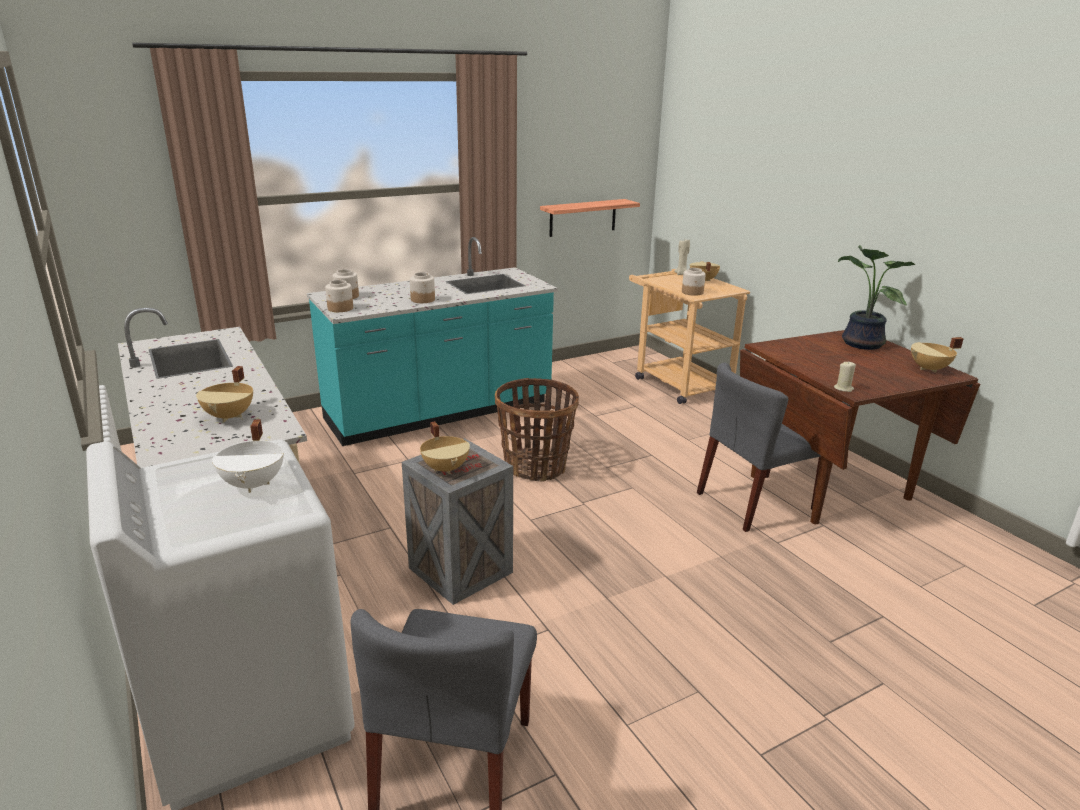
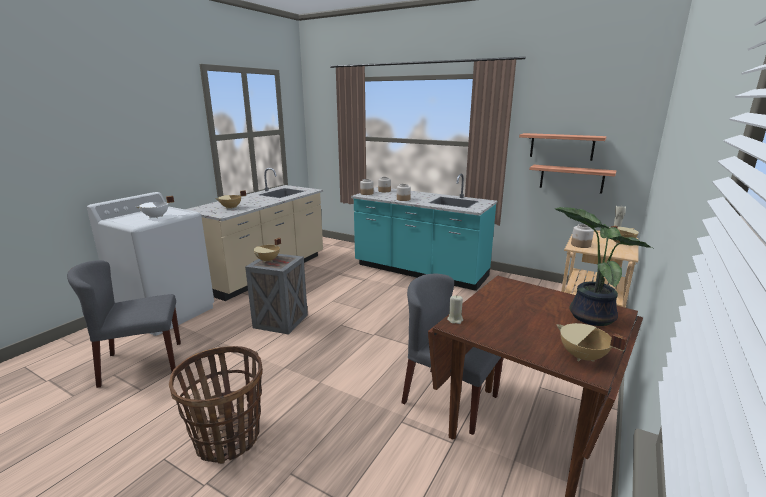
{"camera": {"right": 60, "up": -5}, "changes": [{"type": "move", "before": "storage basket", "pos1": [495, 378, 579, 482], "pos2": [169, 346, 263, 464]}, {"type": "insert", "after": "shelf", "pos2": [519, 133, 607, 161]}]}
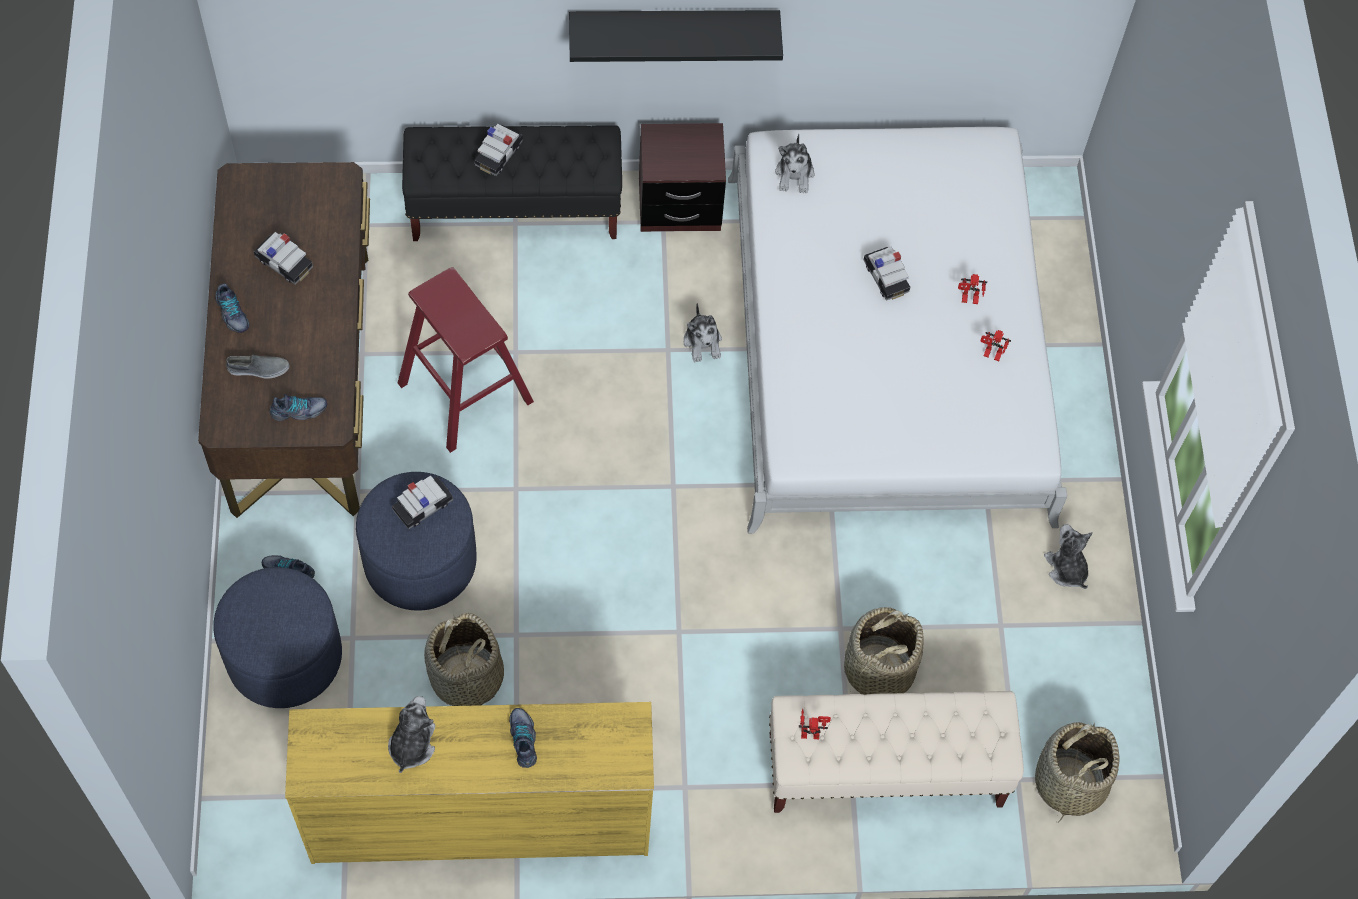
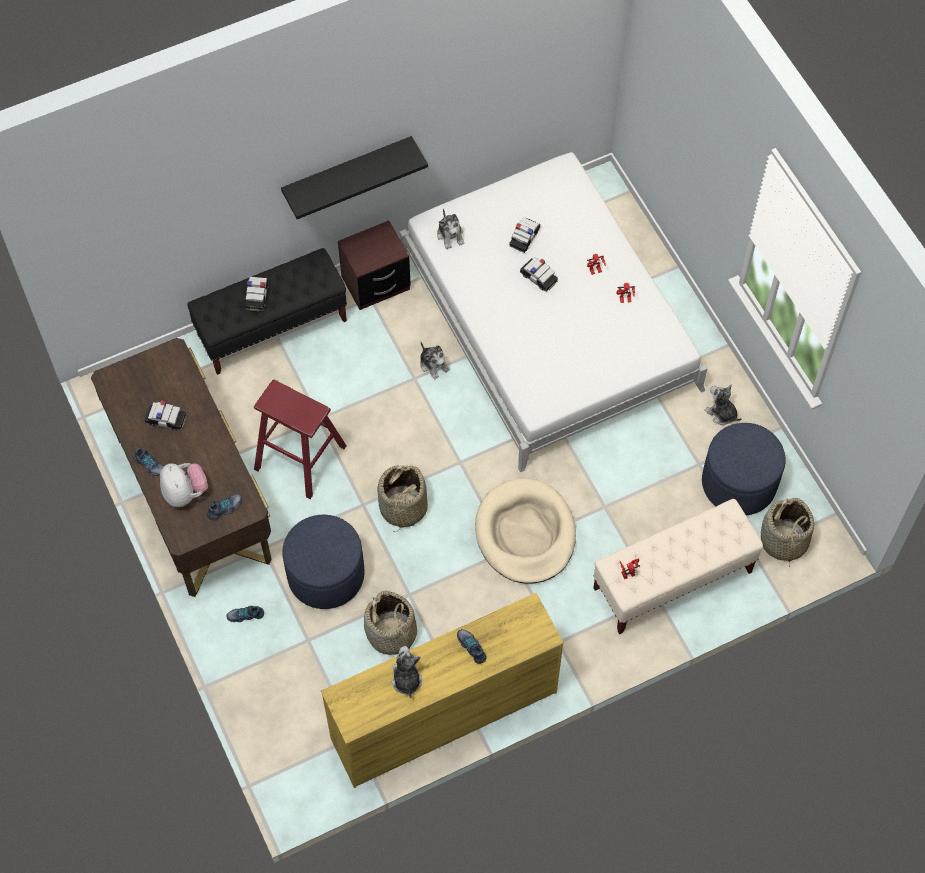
{"camera": {"right": -20, "up": 0}, "changes": [{"type": "replace", "before": "item of footwear/gray", "after": "cuddly toy", "pos1": [226, 354, 289, 379], "pos2": [160, 463, 208, 507]}, {"type": "move", "before": "storage basket", "pos1": [844, 607, 924, 695], "pos2": [377, 465, 428, 531]}, {"type": "insert", "after": "dog cushion/beige-coloured", "pos2": [475, 478, 576, 584]}, {"type": "move", "before": "miniature car", "pos1": [392, 475, 453, 530], "pos2": [509, 217, 540, 253]}, {"type": "move", "before": "footrest/blue-coloured", "pos1": [213, 567, 342, 708], "pos2": [702, 423, 786, 515]}]}
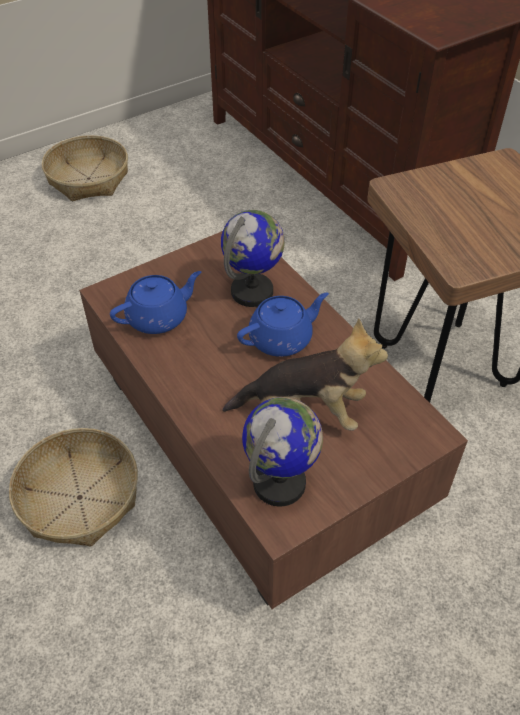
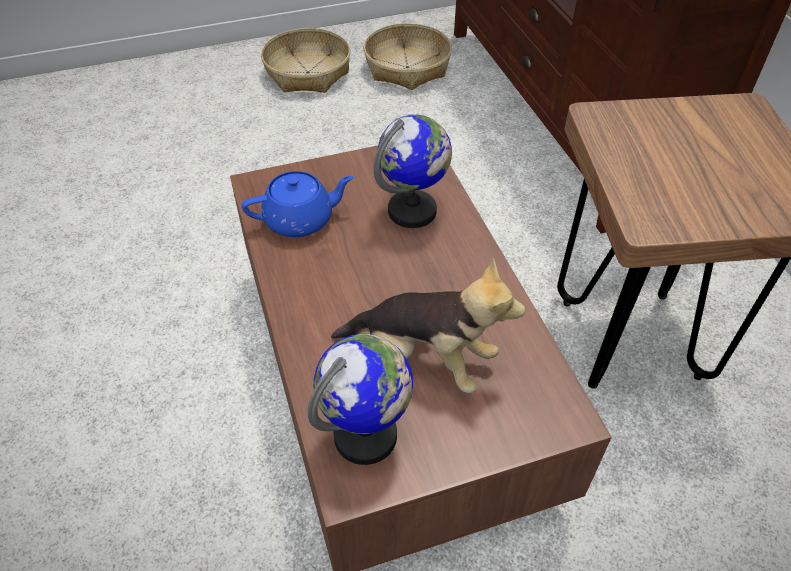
{"camera": {"right": 15, "up": 0}, "changes": [{"type": "move", "before": "storage basket", "pos1": [9, 428, 138, 547], "pos2": [364, 23, 452, 90]}, {"type": "delete", "before": "teapot/blue-coloured", "pos1": [237, 292, 329, 357]}]}
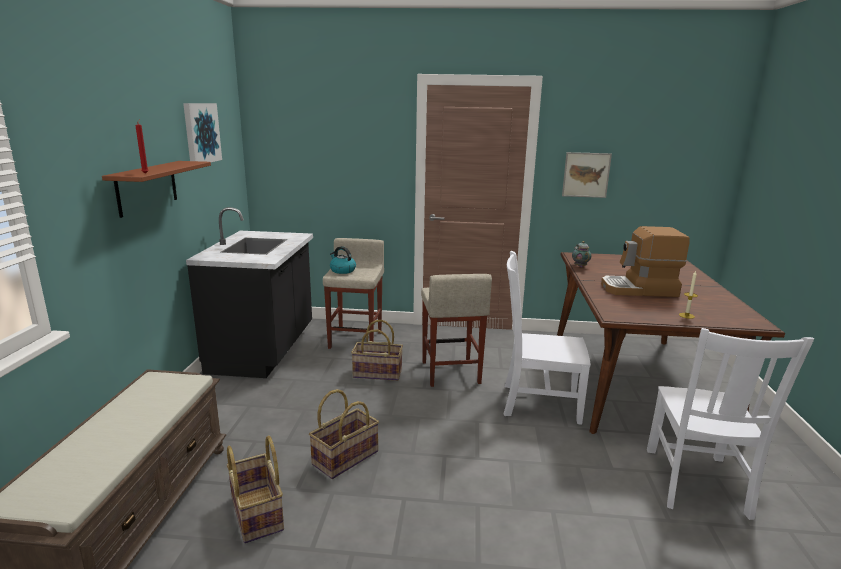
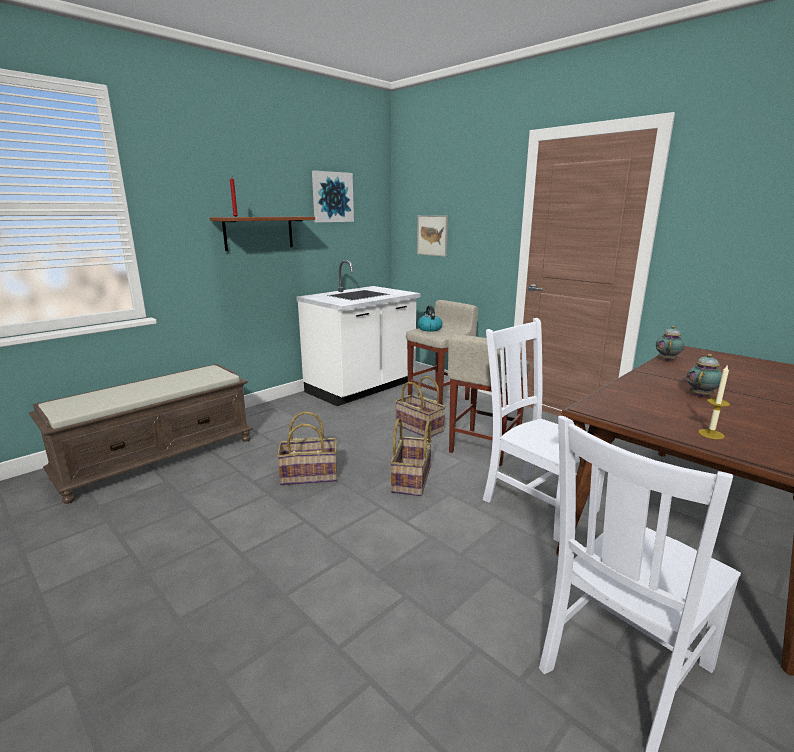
{"camera": {"right": 40, "up": 0}, "changes": [{"type": "recolor", "before": "kitchen base unit/blackish", "after": "kitchen base unit/white", "pos1": [186, 207, 313, 378], "pos2": [296, 260, 420, 406]}, {"type": "move", "before": "storage basket", "pos1": [227, 436, 284, 543], "pos2": [390, 418, 432, 496]}, {"type": "move", "before": "wall art", "pos1": [562, 152, 612, 198], "pos2": [417, 215, 448, 257]}, {"type": "replace", "before": "coffee maker", "after": "teapot", "pos1": [601, 226, 690, 297], "pos2": [687, 354, 722, 397]}]}
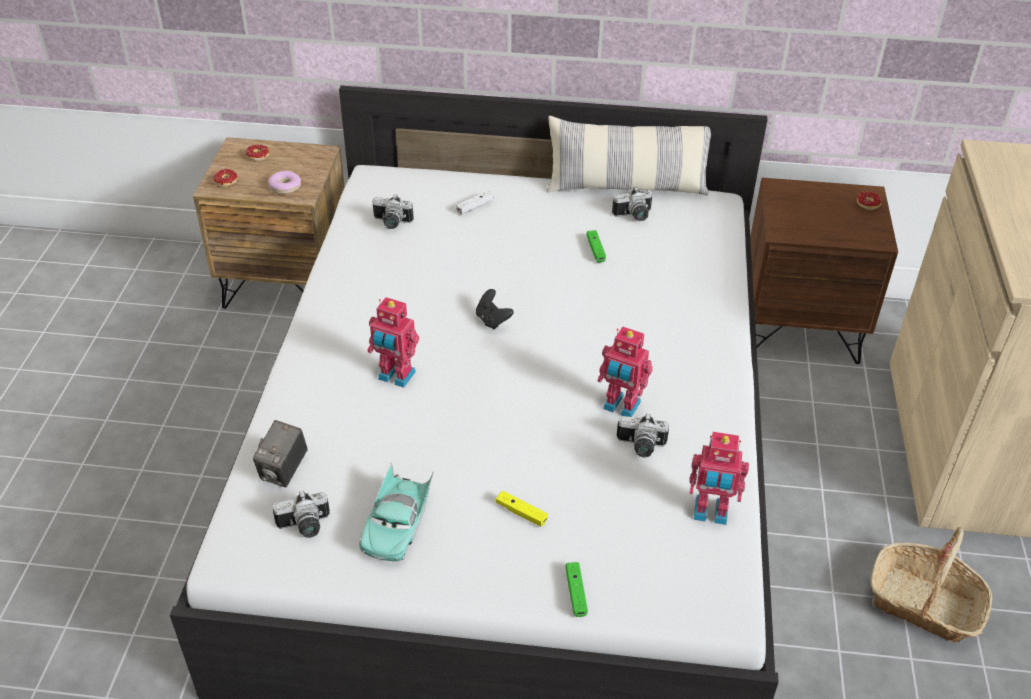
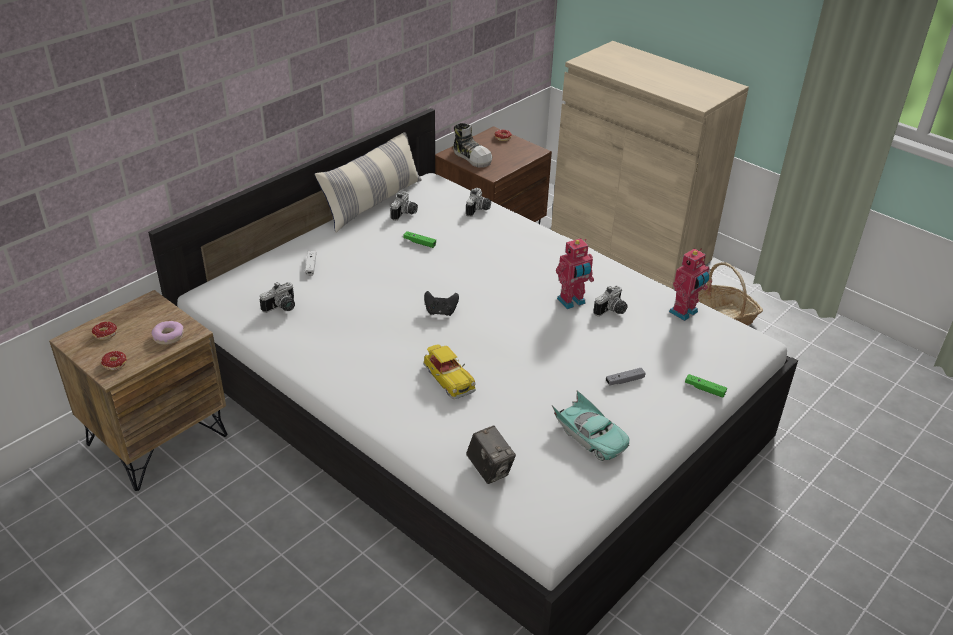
{"camera": {"right": -55, "up": -5}, "changes": [{"type": "replace", "before": "toy robot", "after": "miniature car", "pos1": [368, 297, 419, 388], "pos2": [423, 344, 476, 399]}, {"type": "insert", "after": "item of footwear", "pos2": [453, 123, 492, 168]}, {"type": "move", "before": "photo camera", "pos1": [273, 491, 330, 538], "pos2": [466, 188, 491, 217]}, {"type": "recolor", "before": "joypad/yellowish", "after": "joypad/gray", "pos1": [496, 491, 548, 527], "pos2": [606, 368, 645, 386]}]}
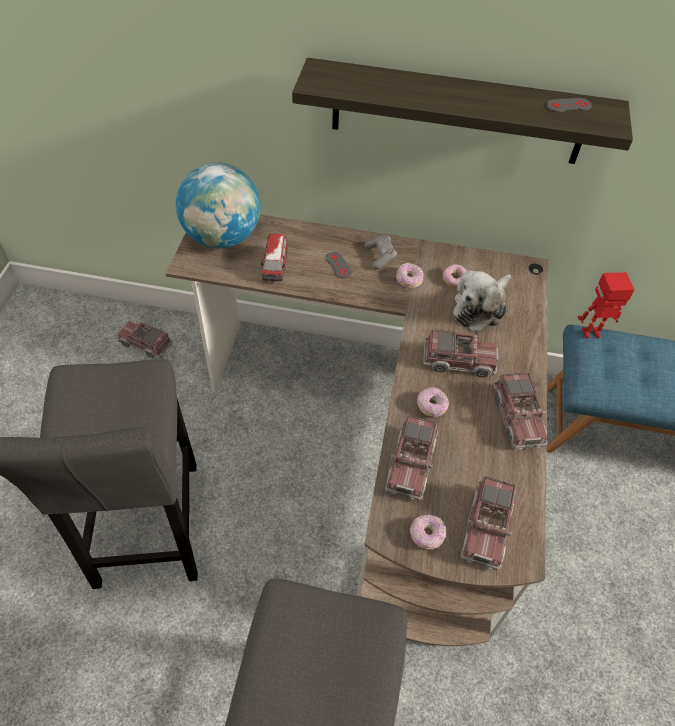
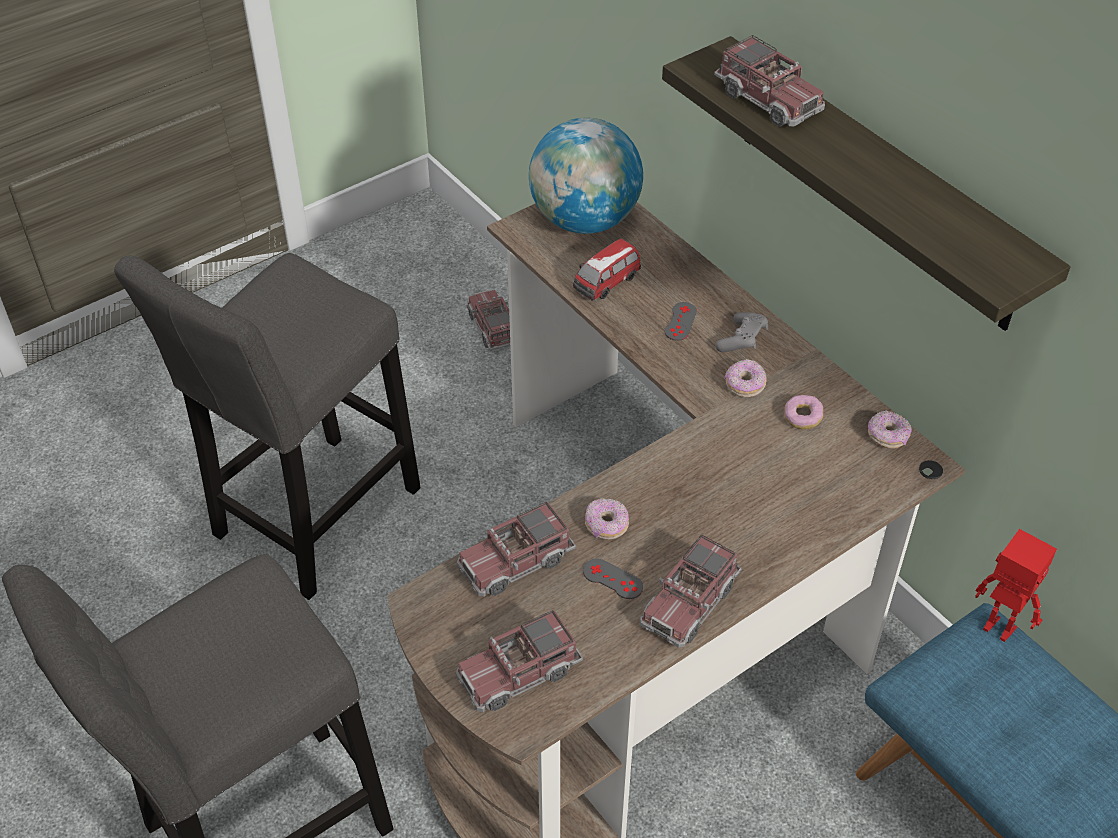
{"camera": {"right": 45, "up": -5}, "changes": [{"type": "move", "before": "joypad/gray", "pos1": [546, 98, 592, 113], "pos2": [583, 559, 643, 599]}, {"type": "move", "before": "model truck", "pos1": [423, 329, 498, 378], "pos2": [714, 35, 825, 127]}, {"type": "move", "before": "ring doughnut", "pos1": [410, 514, 446, 549], "pos2": [868, 410, 912, 449]}, {"type": "delete", "before": "cuddly toy", "pos1": [453, 270, 512, 333]}]}
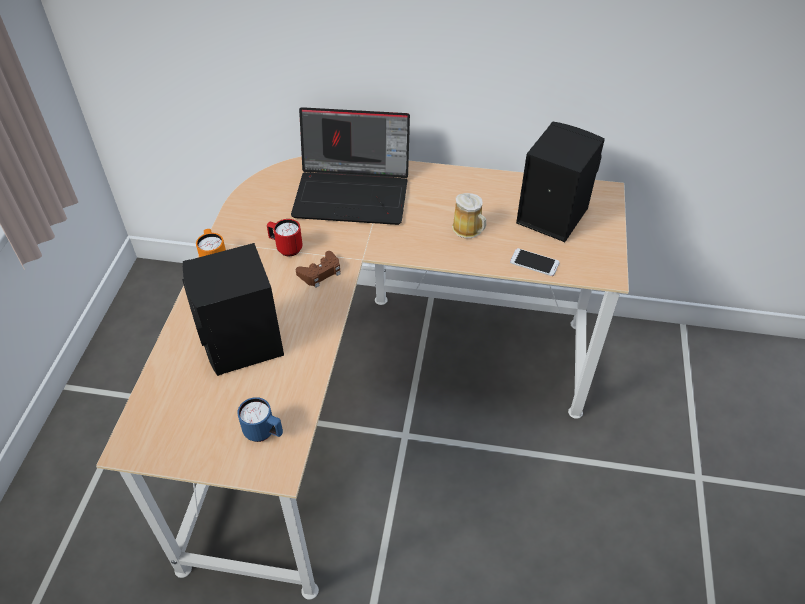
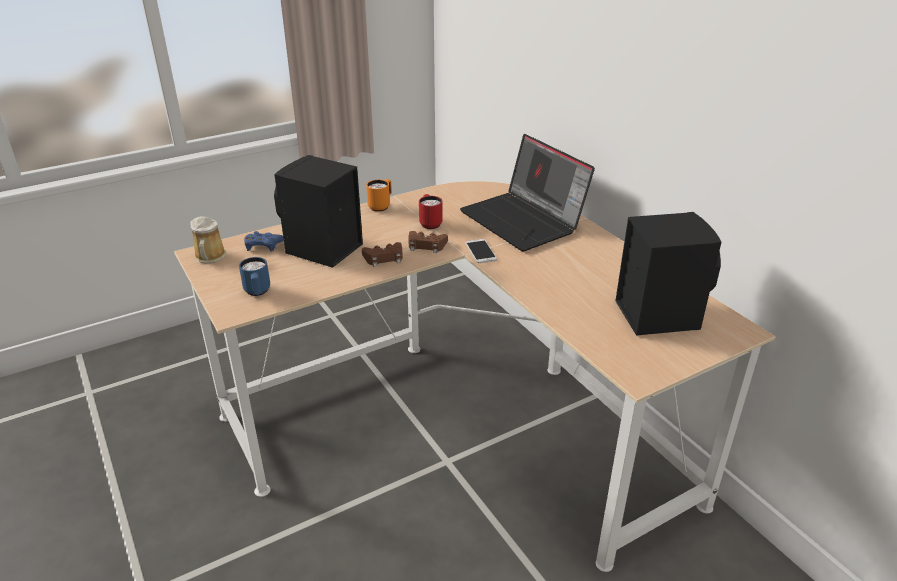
{"camera": {"right": 50, "up": -15}, "changes": [{"type": "move", "before": "tea mug", "pos1": [452, 193, 486, 239], "pos2": [190, 217, 226, 264]}, {"type": "insert", "after": "joypad/blue-coloured", "pos2": [244, 231, 284, 252]}, {"type": "insert", "after": "joypad/brown", "pos2": [362, 242, 403, 267]}, {"type": "move", "before": "telephone", "pos1": [510, 248, 560, 276], "pos2": [465, 239, 497, 263]}]}
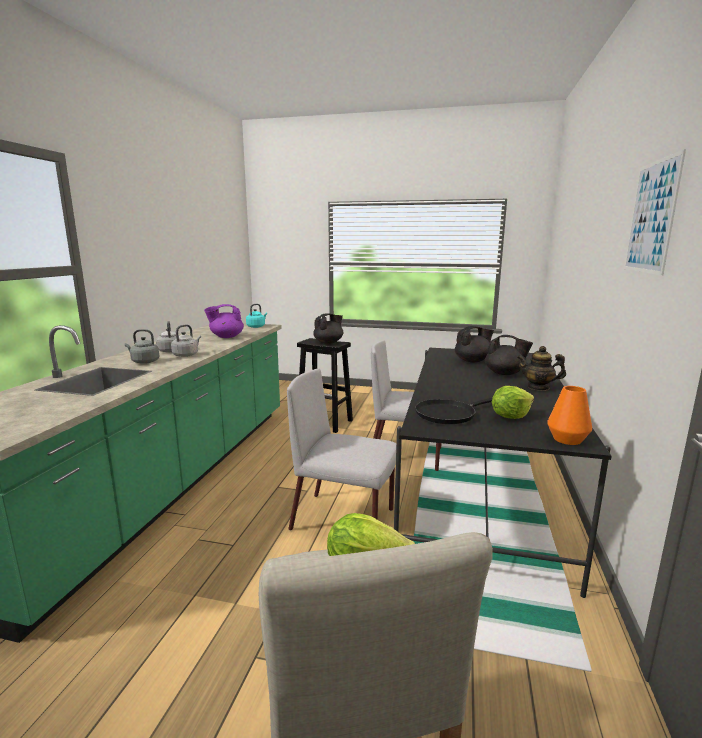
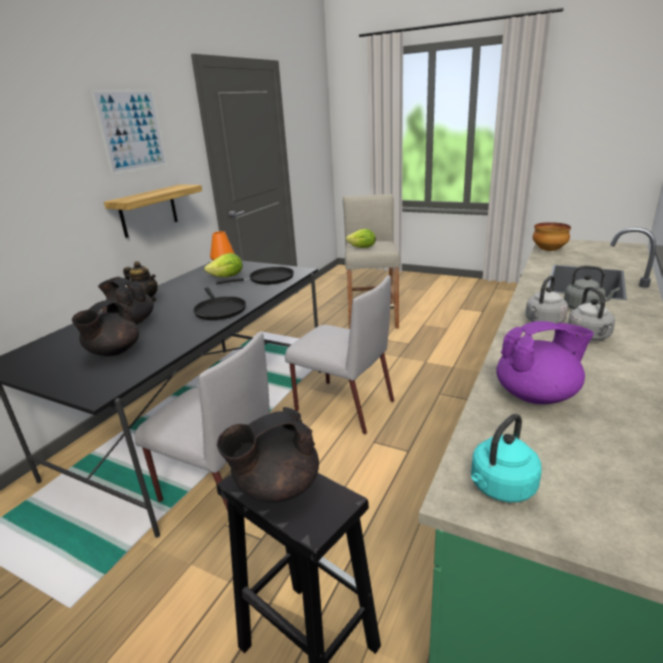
{"camera": {"right": -165, "up": 10}, "changes": [{"type": "rotate", "before": "teapot/blackish", "pos1": [455, 326, 494, 362], "pos2": [72, 300, 139, 356], "turn": -60}, {"type": "insert", "after": "shelf", "pos2": [104, 184, 202, 238]}, {"type": "insert", "after": "pan/blackish", "pos2": [193, 287, 246, 320]}, {"type": "insert", "after": "deep dish", "pos2": [533, 222, 571, 251]}]}
